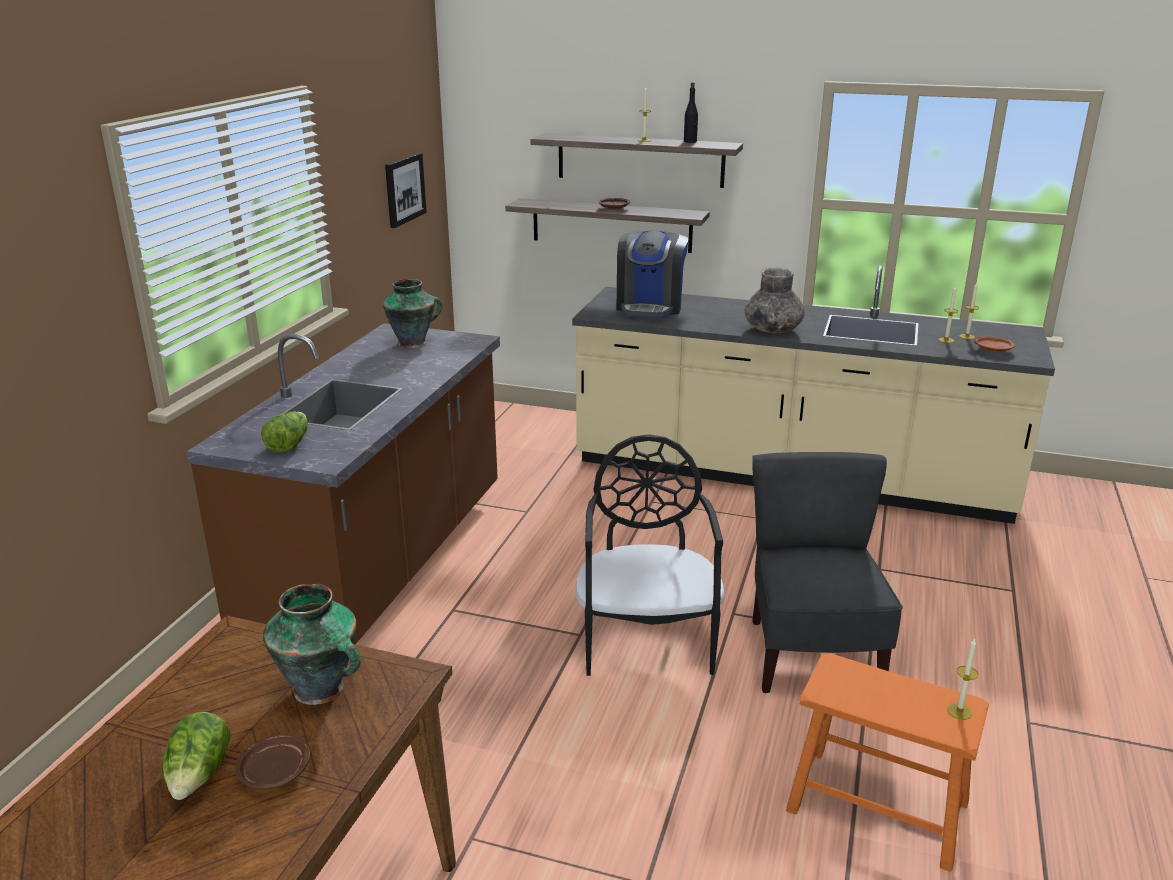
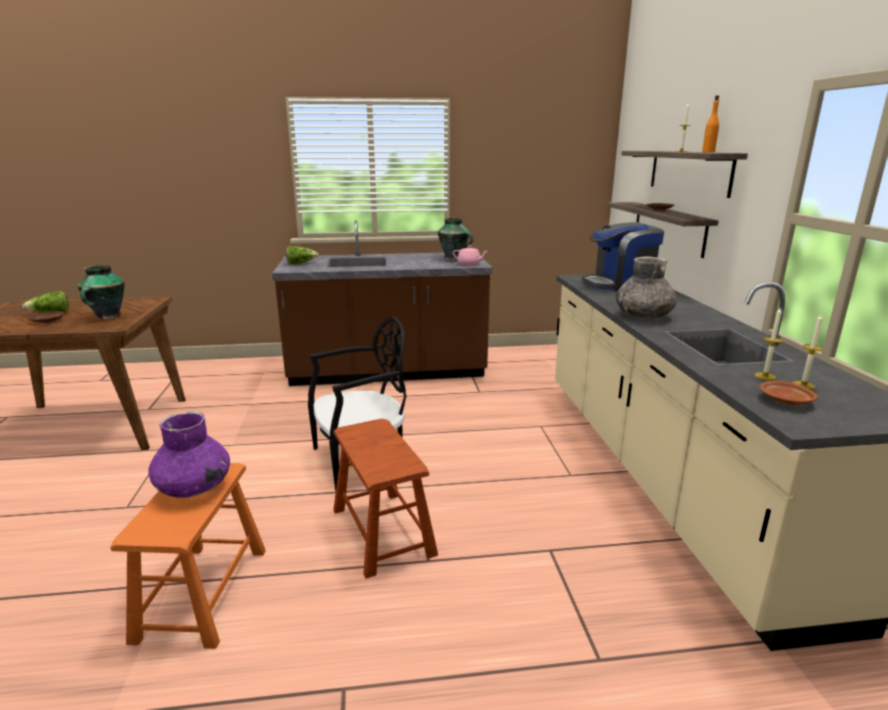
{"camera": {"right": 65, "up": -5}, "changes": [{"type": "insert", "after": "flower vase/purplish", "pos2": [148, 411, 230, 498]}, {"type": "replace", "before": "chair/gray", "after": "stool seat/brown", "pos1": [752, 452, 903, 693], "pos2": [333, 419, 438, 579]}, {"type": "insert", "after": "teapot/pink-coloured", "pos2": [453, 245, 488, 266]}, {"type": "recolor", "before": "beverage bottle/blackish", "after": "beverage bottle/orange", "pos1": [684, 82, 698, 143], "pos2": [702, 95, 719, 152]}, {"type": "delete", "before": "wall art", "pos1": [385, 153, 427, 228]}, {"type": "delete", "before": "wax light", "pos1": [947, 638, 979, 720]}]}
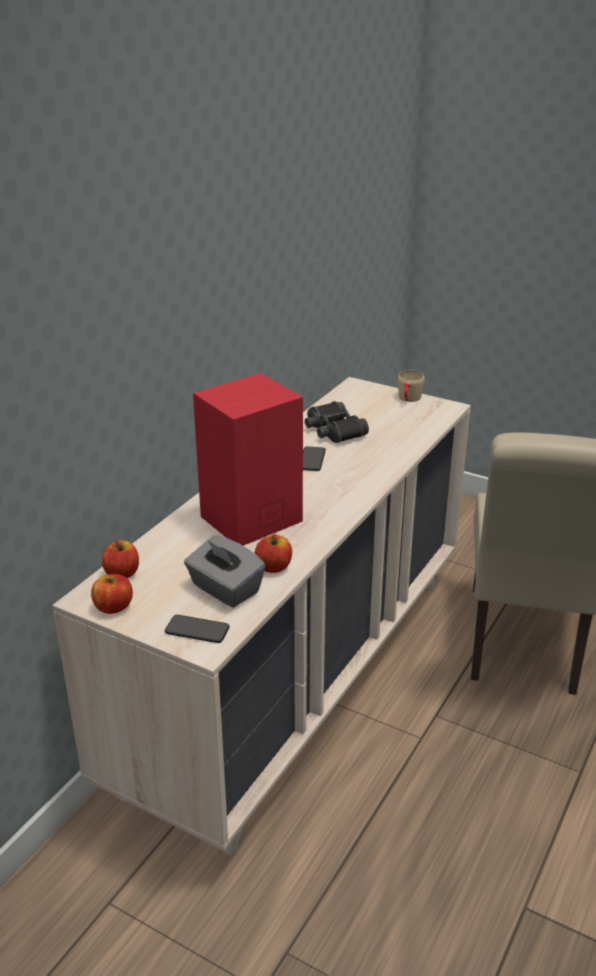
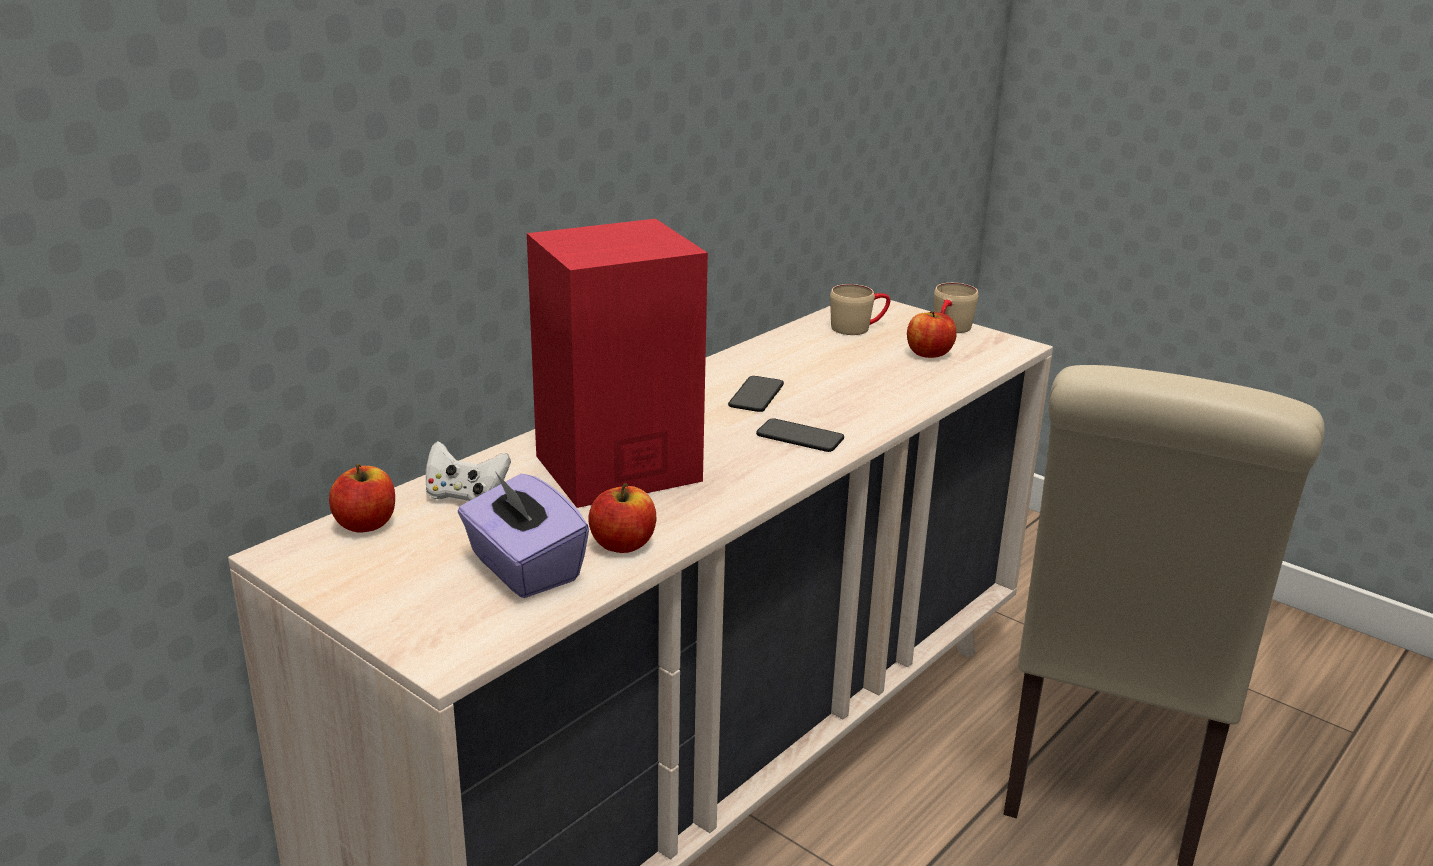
{"camera": {"right": 10, "up": -5}, "changes": [{"type": "insert", "after": "joypad/white", "pos2": [426, 441, 511, 501]}, {"type": "recolor", "before": "box of tissues/gray", "after": "box of tissues/purplish", "pos1": [184, 535, 265, 607], "pos2": [458, 471, 589, 598]}, {"type": "move", "before": "telephone", "pos1": [165, 615, 230, 643], "pos2": [756, 418, 844, 452]}, {"type": "insert", "after": "tea mug/beige-coloured", "pos2": [830, 284, 890, 335]}, {"type": "move", "before": "apple fruit", "pos1": [91, 574, 133, 614], "pos2": [907, 311, 957, 358]}, {"type": "delete", "before": "binoculars/blackish", "pos1": [305, 401, 369, 443]}]}
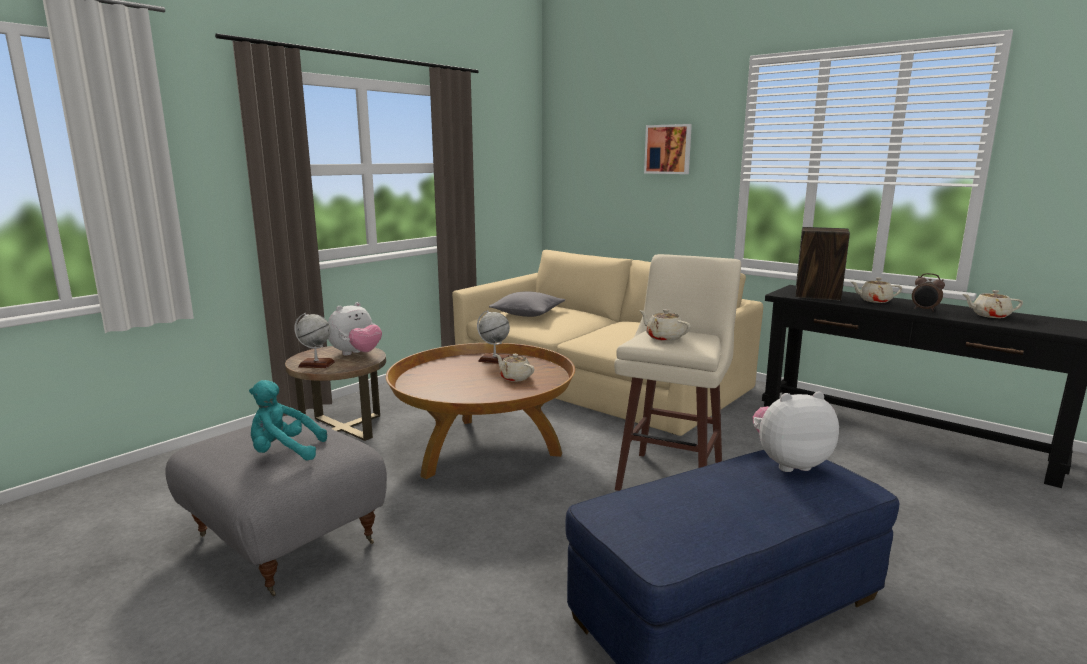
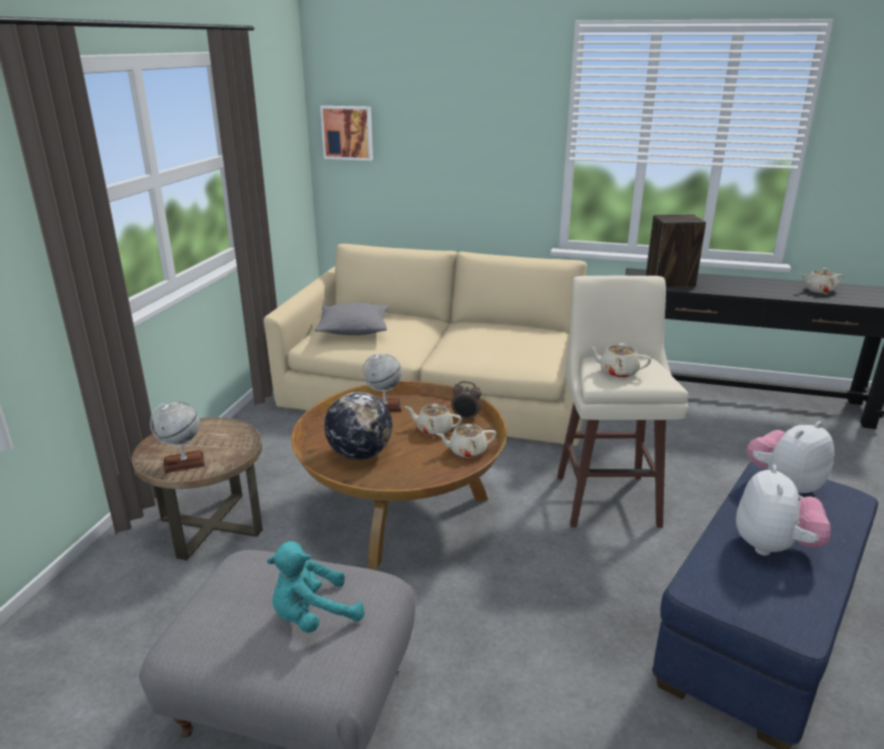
{"camera": {"right": -25, "up": 10}, "changes": [{"type": "move", "before": "wall art", "pos1": [644, 124, 692, 174], "pos2": [320, 106, 373, 161]}, {"type": "insert", "after": "world globe", "pos2": [324, 392, 393, 460]}, {"type": "move", "before": "teapot/beige-coloured", "pos1": [851, 278, 902, 303], "pos2": [436, 424, 497, 458]}, {"type": "move", "before": "bedside clock", "pos1": [912, 273, 945, 312], "pos2": [451, 381, 482, 421]}, {"type": "move", "before": "cuddly toy", "pos1": [328, 302, 382, 356], "pos2": [736, 465, 831, 556]}]}
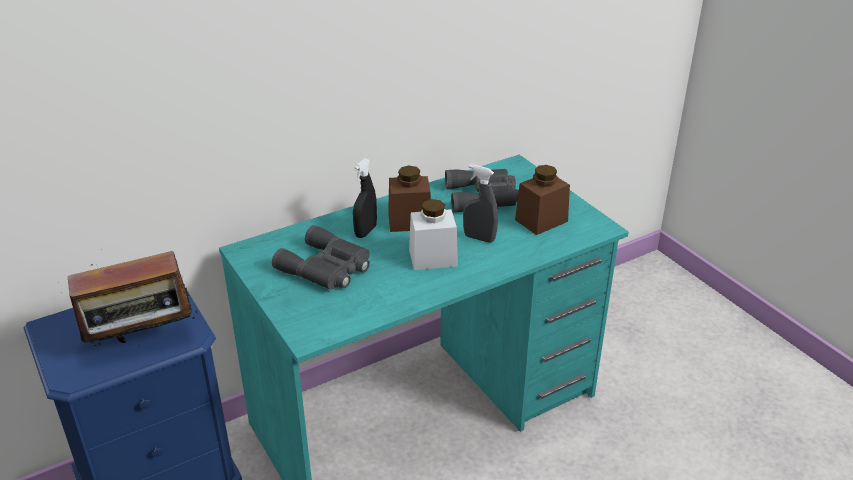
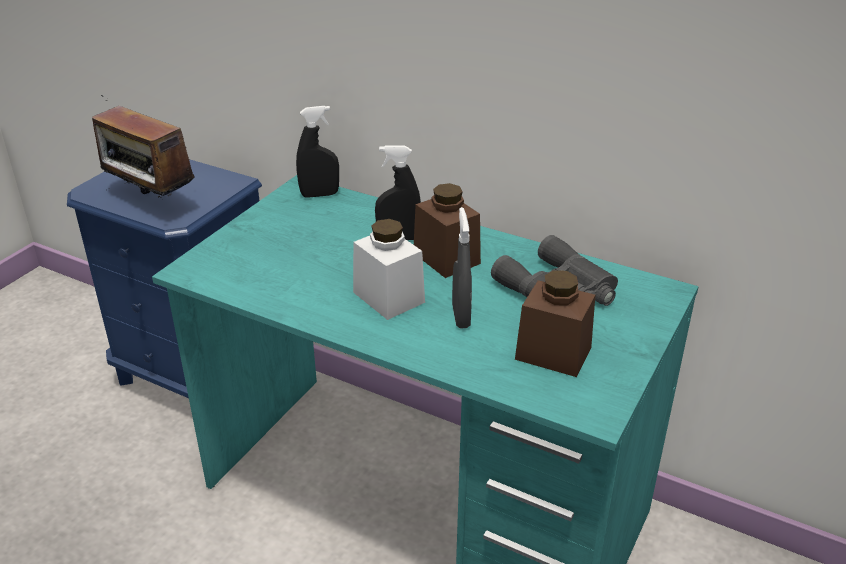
{"camera": {"right": 60, "up": 0}, "changes": [{"type": "insert", "after": "sprayer/blackish", "pos2": [296, 106, 339, 198]}, {"type": "delete", "before": "binoculars/gray", "pos1": [272, 225, 370, 290]}]}
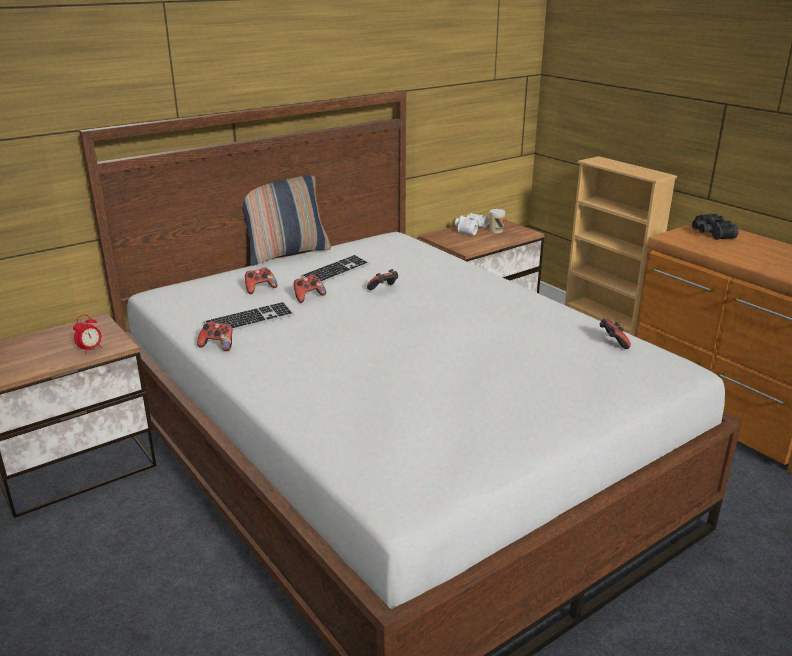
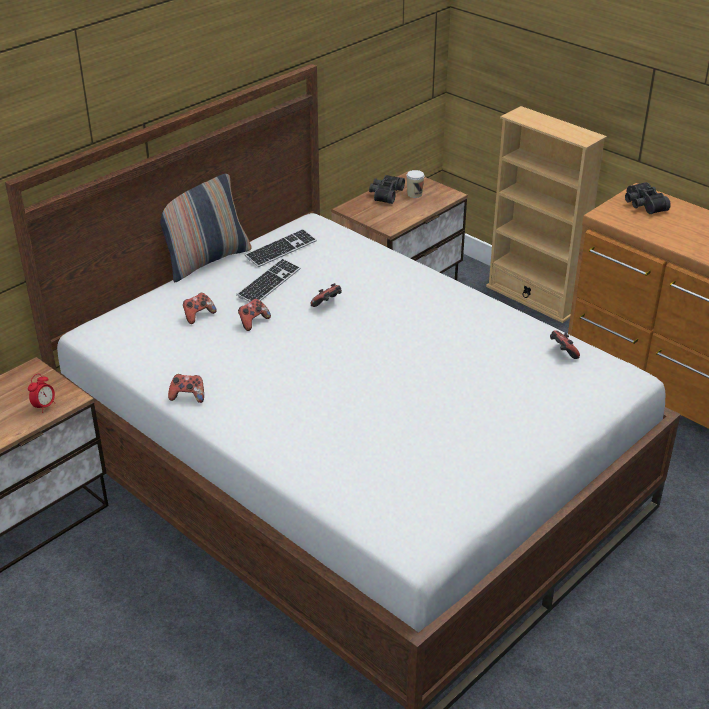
{"camera": {"right": -10, "up": 10}, "changes": [{"type": "move", "before": "keyboard", "pos1": [204, 302, 294, 331], "pos2": [245, 229, 317, 267]}, {"type": "recolor", "before": "binoculars/white", "after": "binoculars/blackish", "pos1": [455, 213, 489, 235], "pos2": [369, 175, 405, 204]}]}
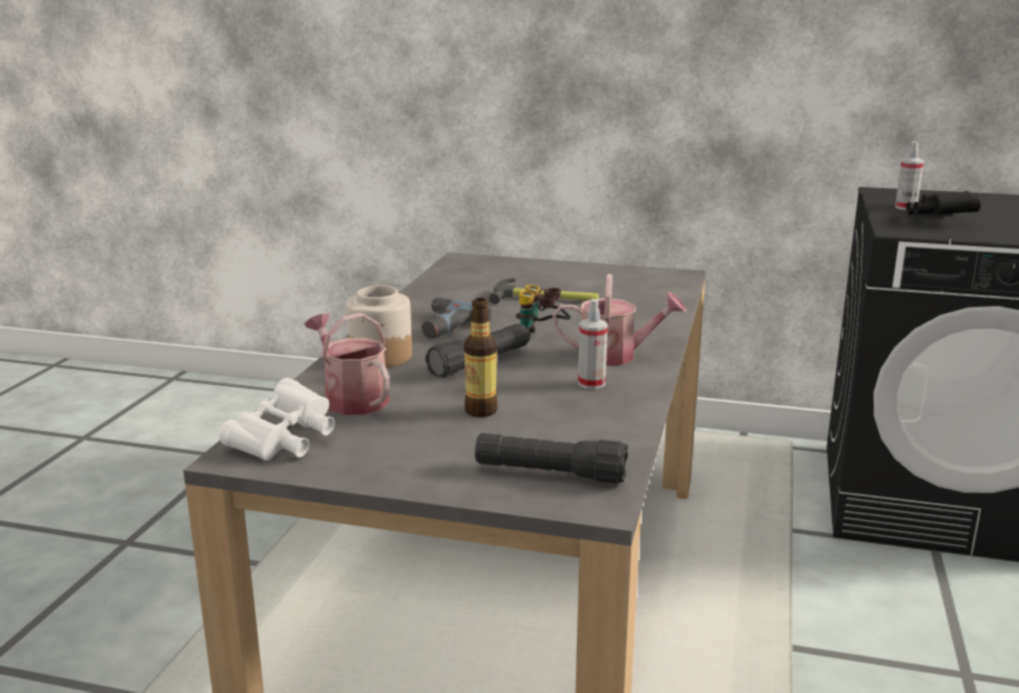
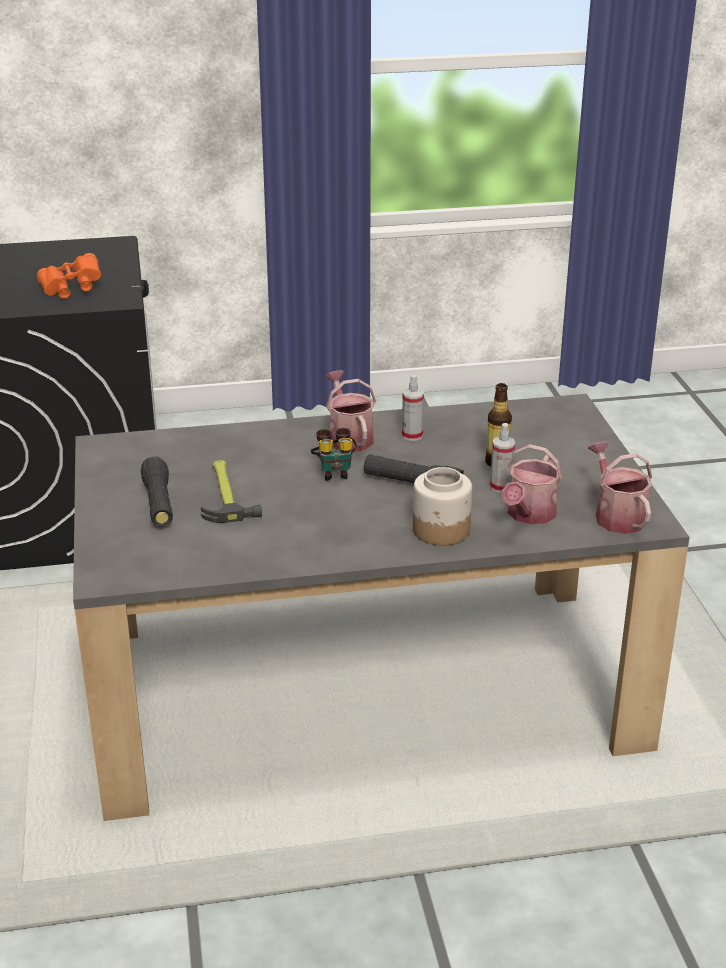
{"camera": {"right": -115, "up": 10}, "changes": [{"type": "recolor", "before": "binoculars/blackish", "after": "binoculars/orange", "pos1": [906, 191, 981, 215], "pos2": [37, 253, 101, 299]}, {"type": "move", "before": "flashlight/blackish", "pos1": [475, 433, 628, 483], "pos2": [141, 456, 173, 527]}, {"type": "move", "before": "sprayer", "pos1": [895, 141, 924, 210], "pos2": [490, 423, 515, 493]}, {"type": "replace", "before": "binoculars/white", "after": "watering pot", "pos1": [219, 378, 335, 461], "pos2": [588, 441, 652, 534]}, {"type": "delete", "before": "drill", "pos1": [422, 297, 492, 339]}]}
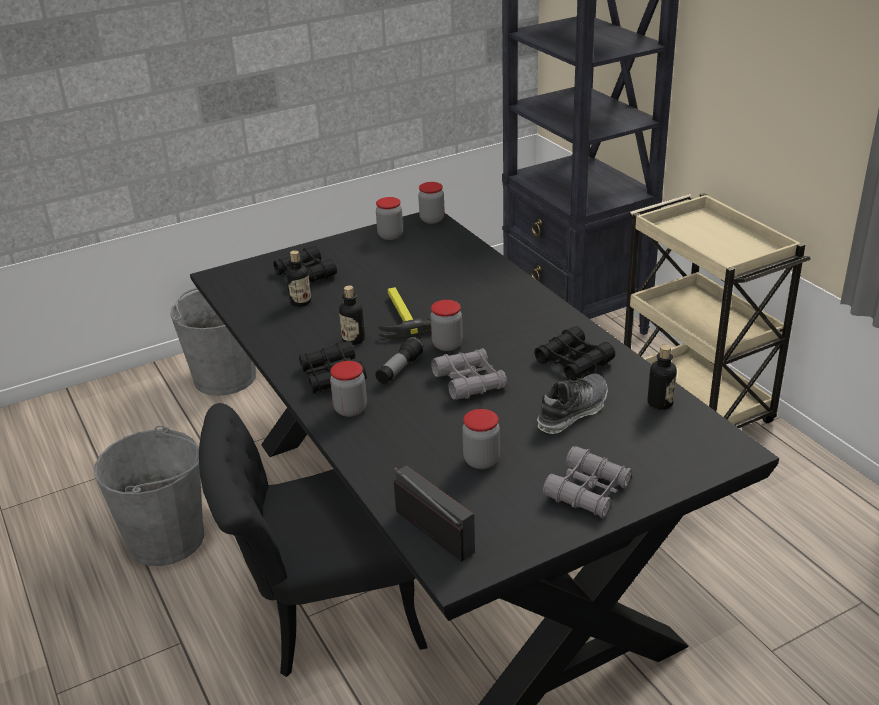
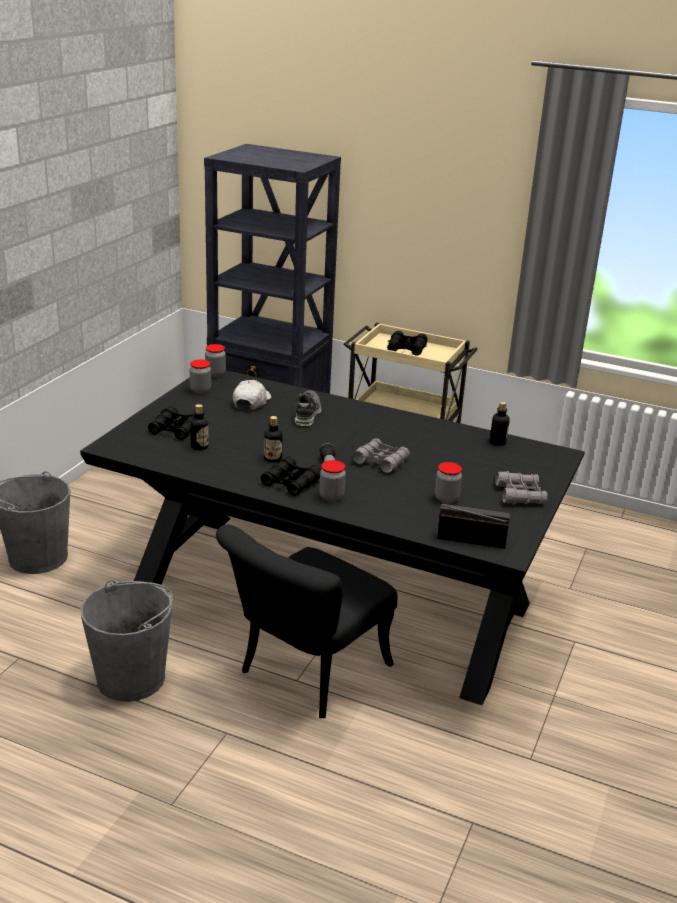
{"camera": {"right": -40, "up": -5}, "changes": [{"type": "insert", "after": "peaked cap/white", "pos2": [233, 380, 271, 410]}, {"type": "move", "before": "item of footwear", "pos1": [537, 373, 608, 434], "pos2": [295, 390, 321, 426]}, {"type": "move", "before": "binoculars/blackish", "pos1": [534, 326, 615, 381], "pos2": [387, 331, 427, 356]}, {"type": "delete", "before": "hammer", "pos1": [379, 287, 431, 339]}, {"type": "delete", "before": "storage jar", "pos1": [430, 300, 463, 351]}]}
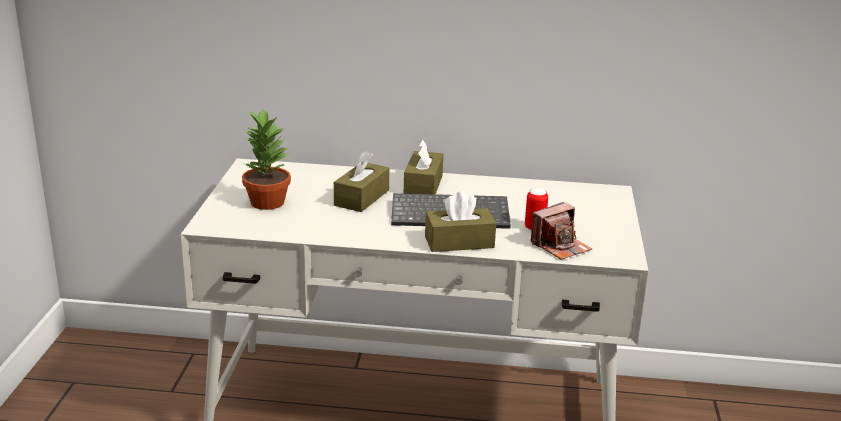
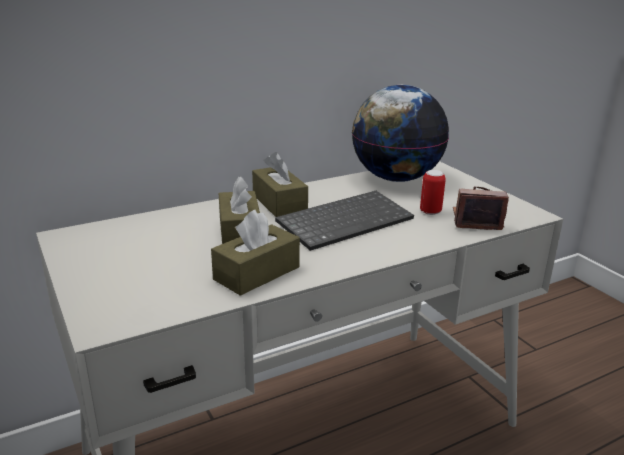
{"camera": {"right": -35, "up": 0}, "changes": [{"type": "move", "before": "box of tissues/brown", "pos1": [425, 191, 496, 252], "pos2": [211, 210, 300, 296]}, {"type": "insert", "after": "world globe", "pos2": [352, 85, 449, 182]}, {"type": "rotate", "before": "photo camera", "pos1": [530, 202, 592, 260], "pos2": [453, 186, 509, 230], "turn": -105}, {"type": "delete", "before": "houseplant", "pos1": [242, 108, 291, 210]}]}
